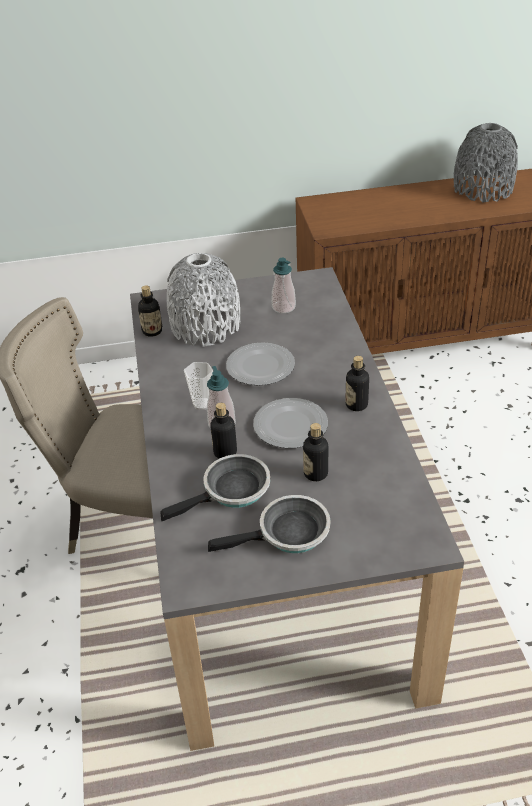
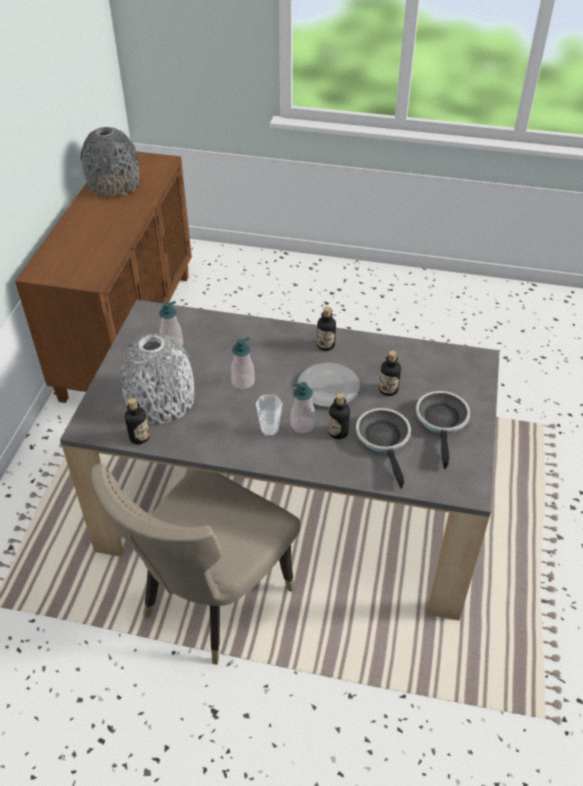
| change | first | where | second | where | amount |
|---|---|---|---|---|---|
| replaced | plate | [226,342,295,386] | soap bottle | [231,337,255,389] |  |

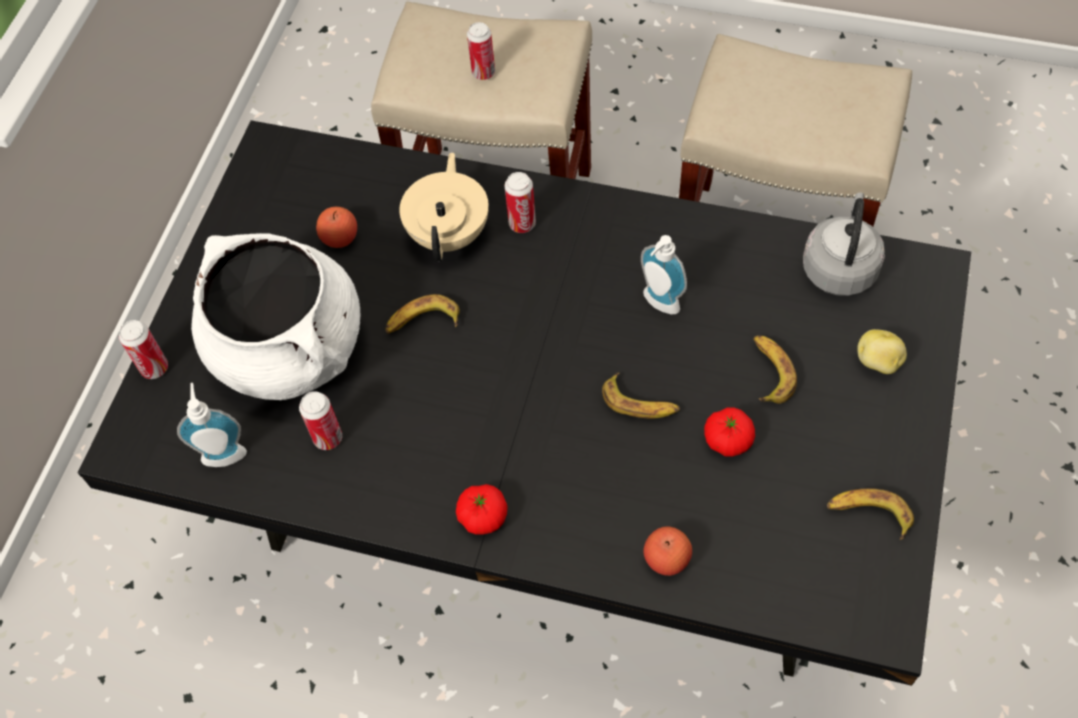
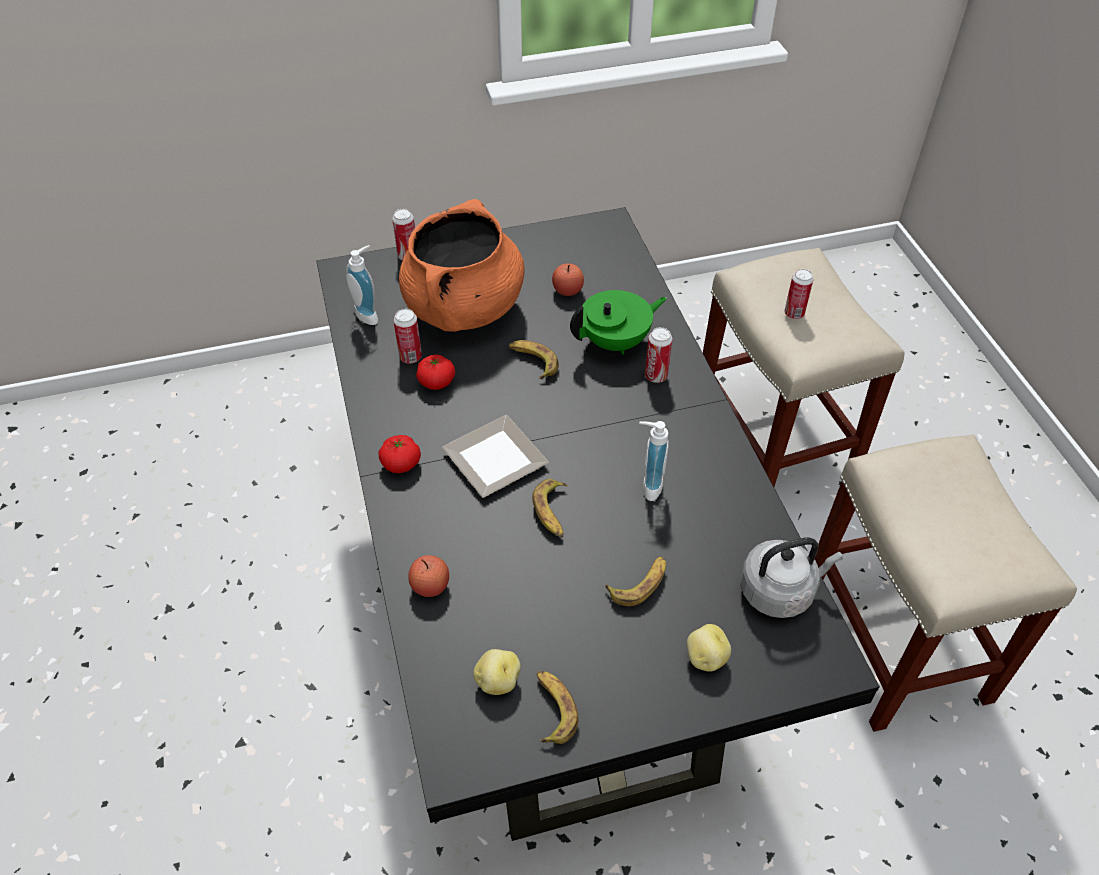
| change | first | where | second | where | amount |
|---|---|---|---|---|---|
| added |  |  | plate | [442,415,549,498] |  |
| added |  |  | potato | [473,649,521,695] |  |
| moved | whole tomato | [704,408,755,457] |  | [416,354,455,390] |  |
| recoloured | saucepot in white | [191,233,360,400] | saucepot in orange-coloured | [399,199,525,332] |  |
| recoloured | pot for tea in sand-coloured | [399,152,489,262] | pot for tea in green-coloured | [570,290,667,355] |  |

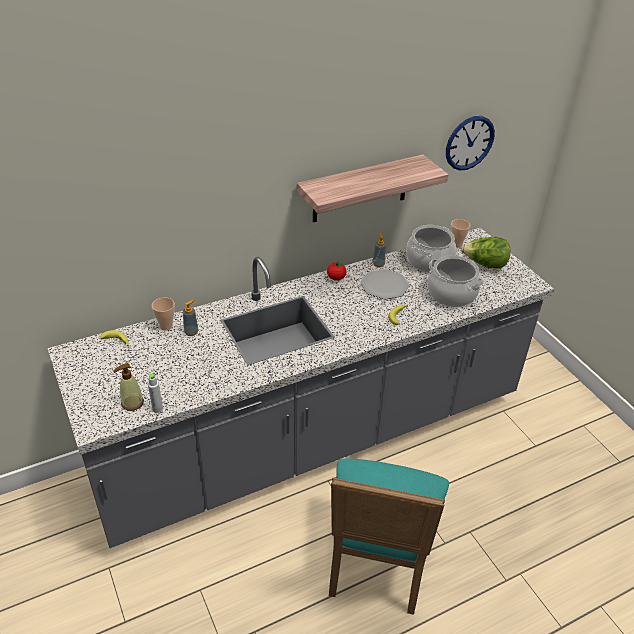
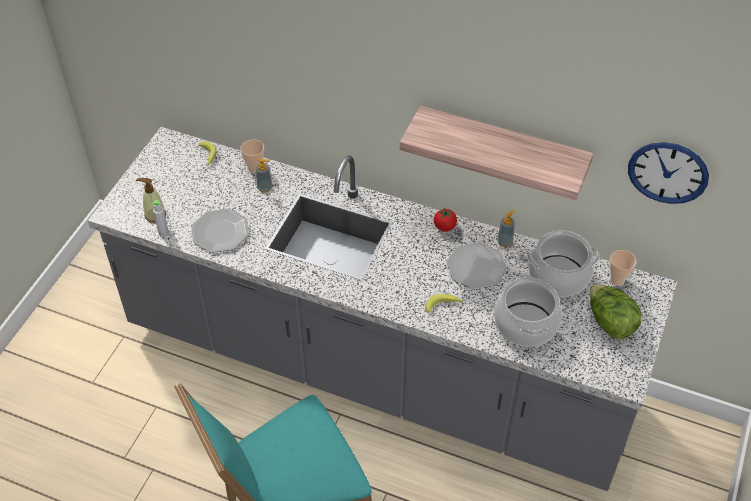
| change | first | where | second | where | amount |
|---|---|---|---|---|---|
| added |  |  | plate | [191,209,249,253] |  |

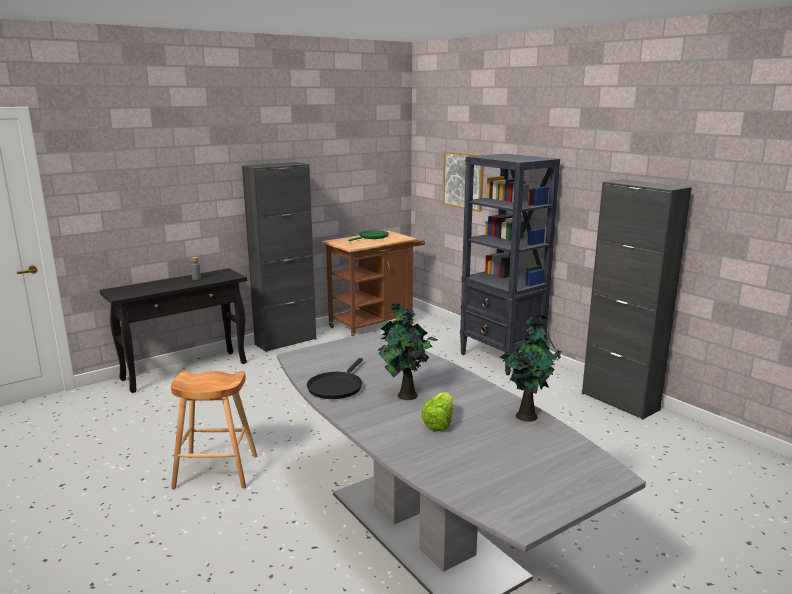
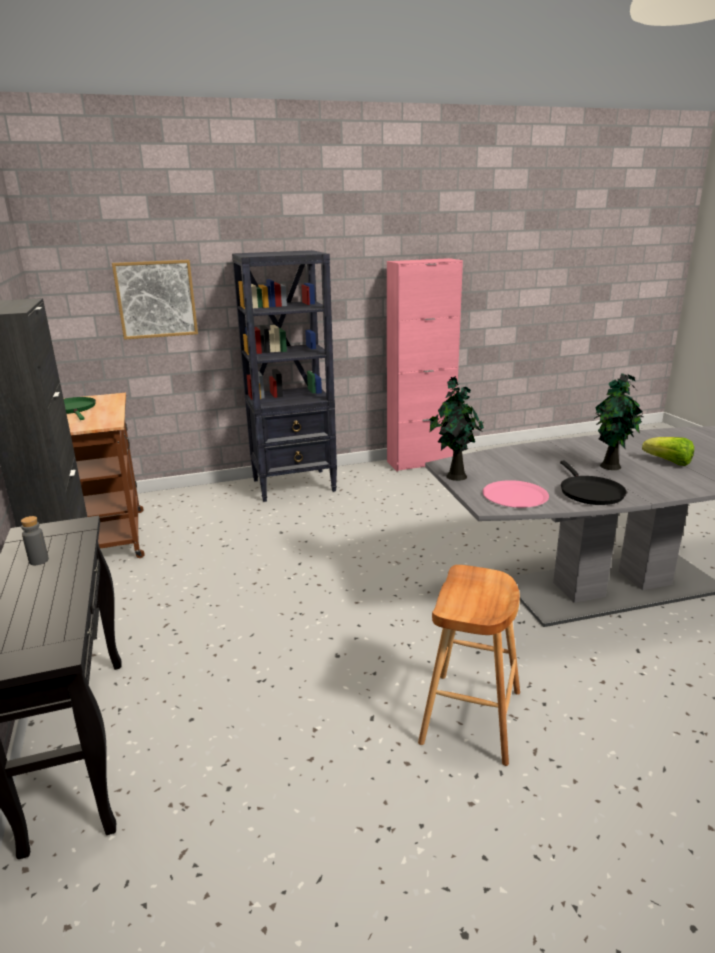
| change | first | where | second | where | amount |
|---|---|---|---|---|---|
| added |  |  | plate in pinkish | [483,480,549,508] |  |
| moved | potted plant | [499,315,562,422] |  | [429,376,484,481] |  |
| recoloured | storage cabinet in black-coloured | [582,179,692,420] | storage cabinet in pinkish | [387,258,463,471] |  |
| turned | pan in black-coloured | [307,358,363,399] |  | [560,461,627,505] | 45 degrees clockwise |

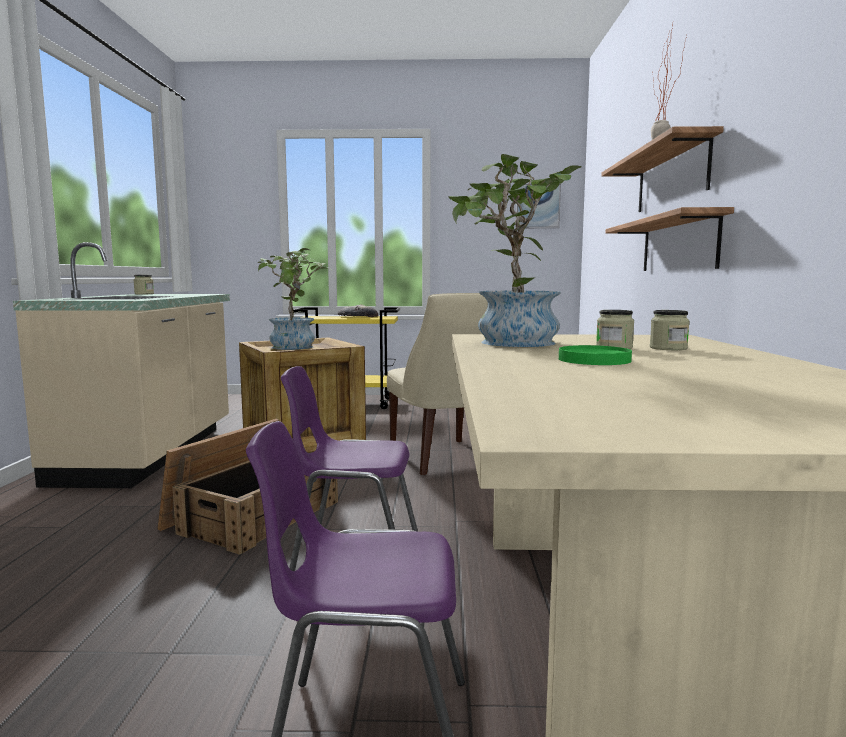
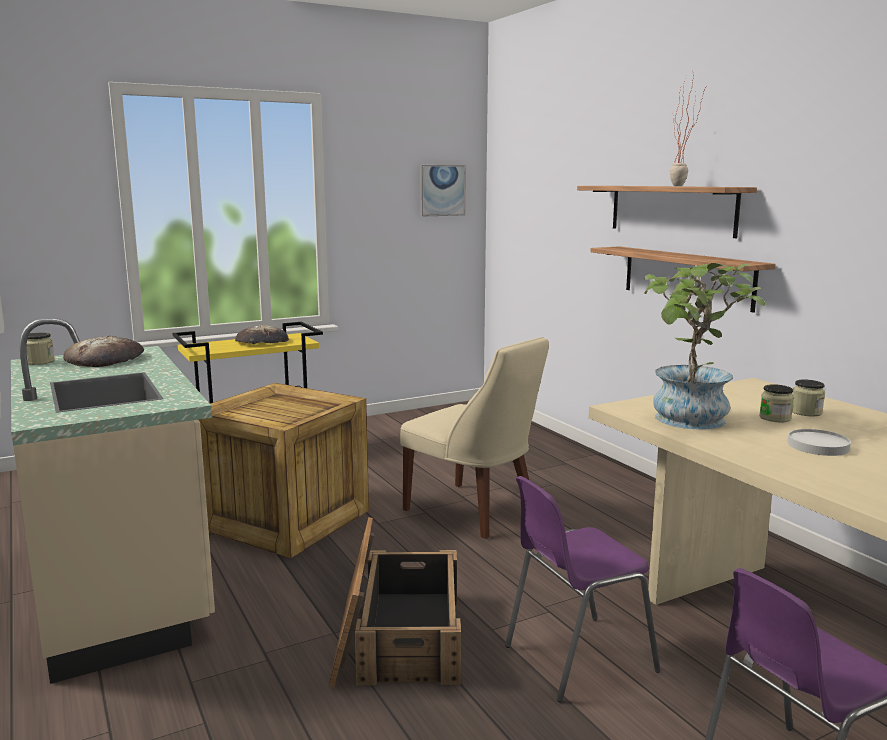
| change | first | where | second | where | amount |
|---|---|---|---|---|---|
| removed | potted plant | [257,248,327,350] |  |  |  |
| added |  |  | baked bread | [63,336,144,367] |  |
| recoloured | plate in green-coloured | [559,345,632,365] | plate in white | [787,429,851,456] |  |

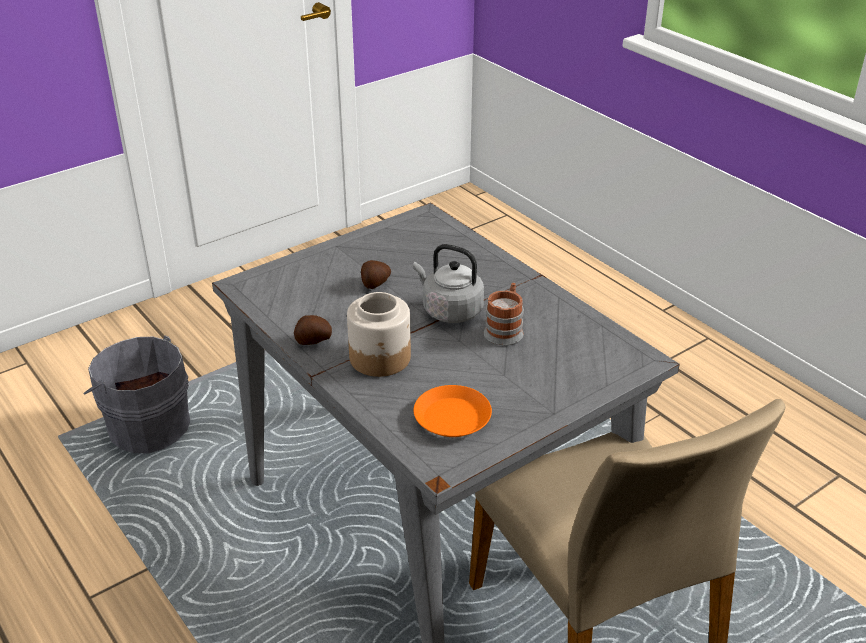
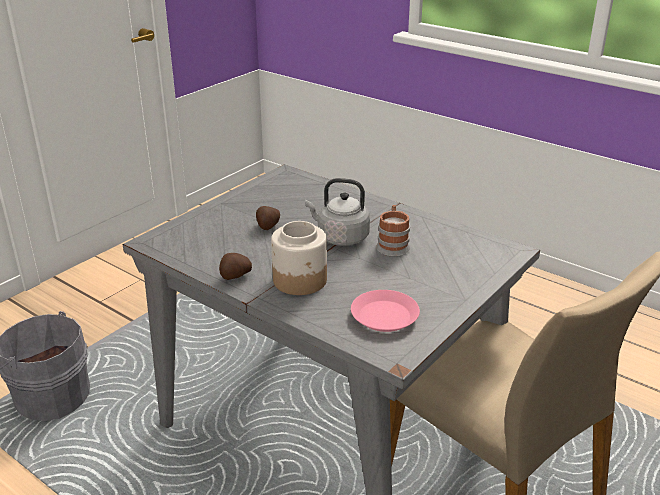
| change | first | where | second | where | amount |
|---|---|---|---|---|---|
| recoloured | plate in orange-coloured | [413,385,492,437] | plate in pinkish | [351,290,420,332] |  |

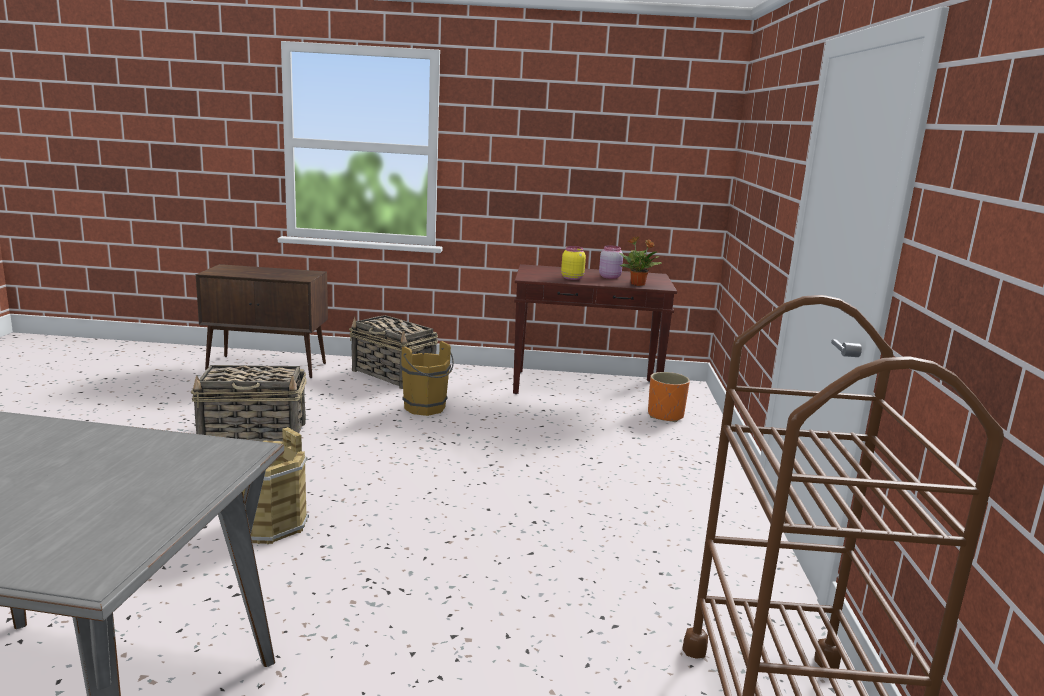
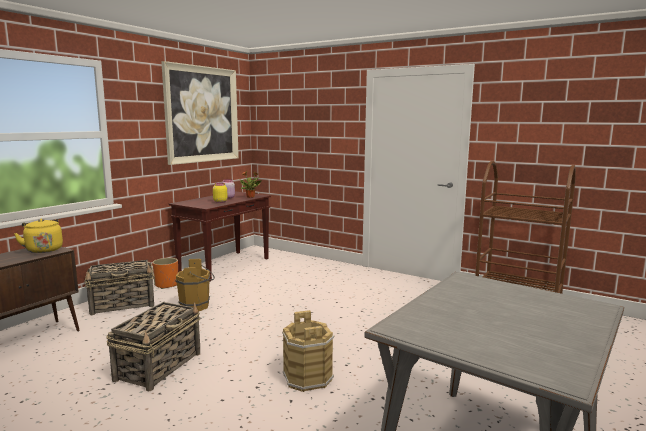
| change | first | where | second | where | amount |
|---|---|---|---|---|---|
| added |  |  | tea kettle in yellow | [14,219,63,253] |  |
| added |  |  | wall picture | [161,61,239,165] |  |
| moved | flower pot in orange-coloured | [648,372,690,422] |  | [152,258,178,289] |  |

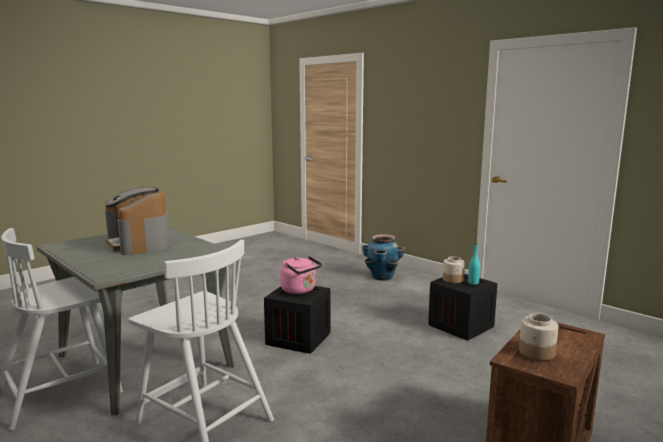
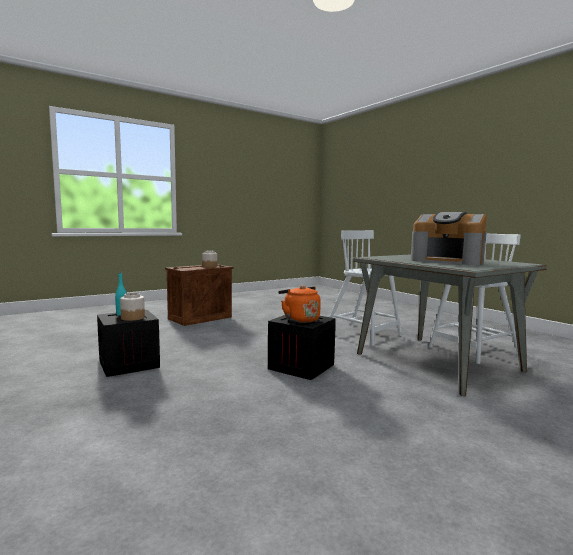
| change | first | where | second | where | amount |
|---|---|---|---|---|---|
| removed | flower pot | [362,234,405,281] |  |  |  |
| recoloured | tea kettle in pinkish | [280,256,322,294] | tea kettle in orange-coloured | [278,286,321,323] |  |
| turned | coffee brewer | [105,187,170,255] |  | [411,212,487,265] | 150 degrees clockwise |

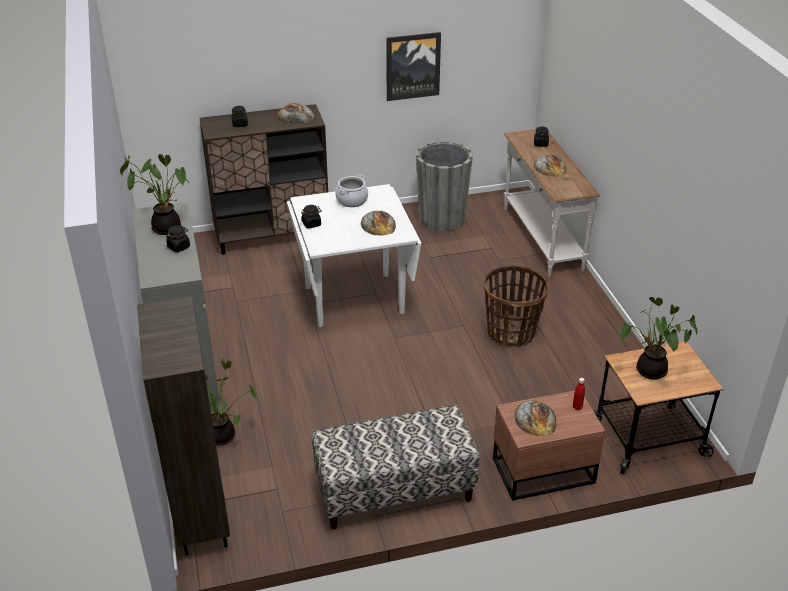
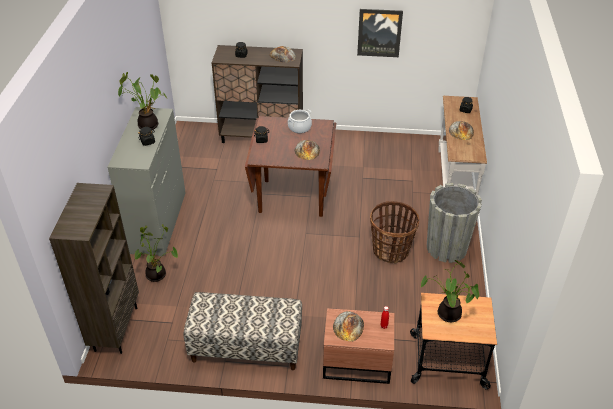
| change | first | where | second | where | amount |
|---|---|---|---|---|---|
| moved | flower pot in grey | [416,140,473,232] |  | [427,183,482,263] |  |
| recoloured | kitchen table in white | [287,184,421,327] | kitchen table in brownish | [245,116,336,217] |  |

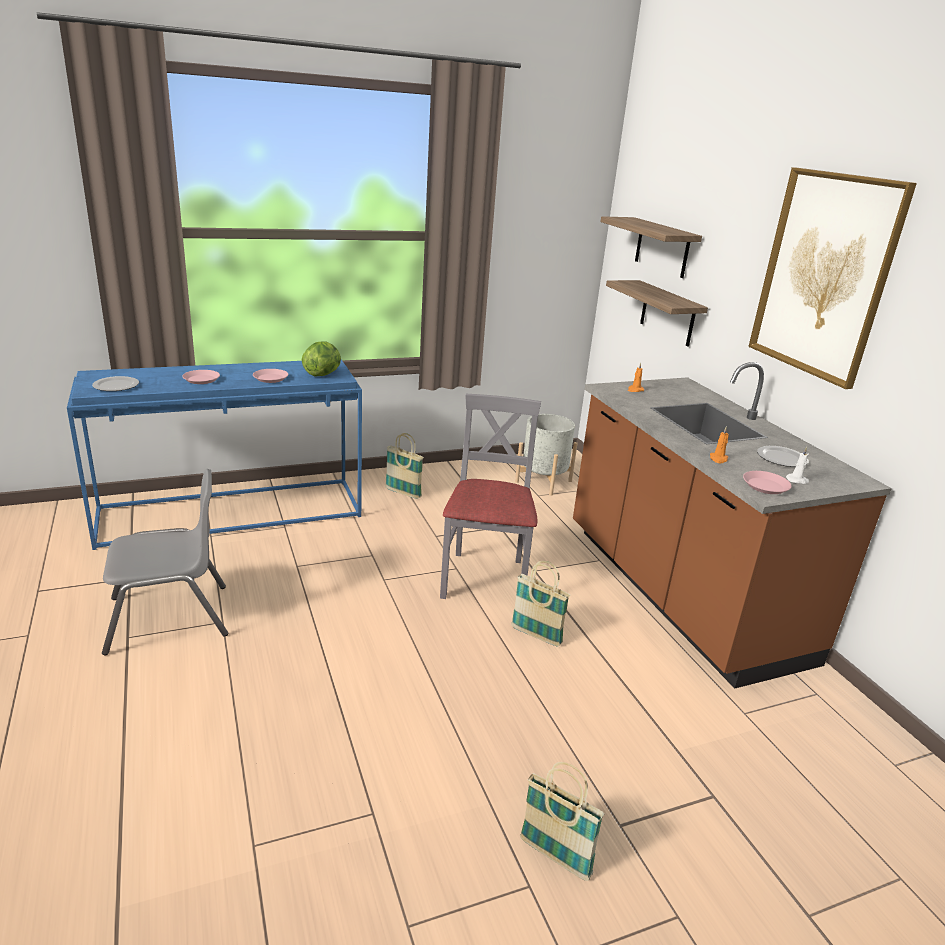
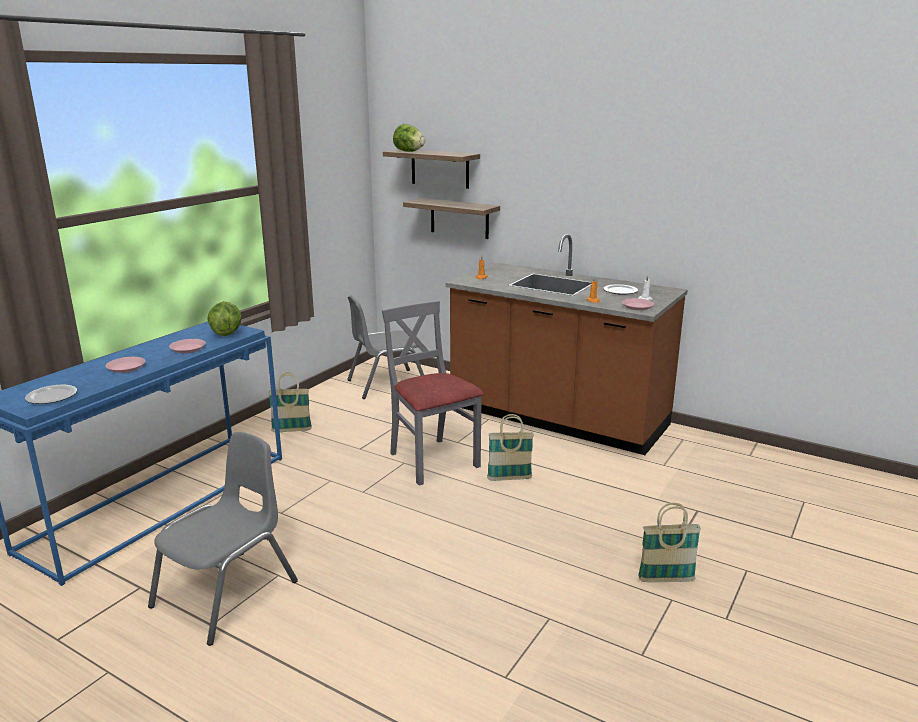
| change | first | where | second | where | amount |
|---|---|---|---|---|---|
| removed | wall picture | [748,167,917,389] |  |  |  |
| added |  |  | lettuce | [393,124,425,152] |  |
| replaced | flower pot in grey | [515,414,578,496] | upright chair in grey | [347,296,424,399] |  |

